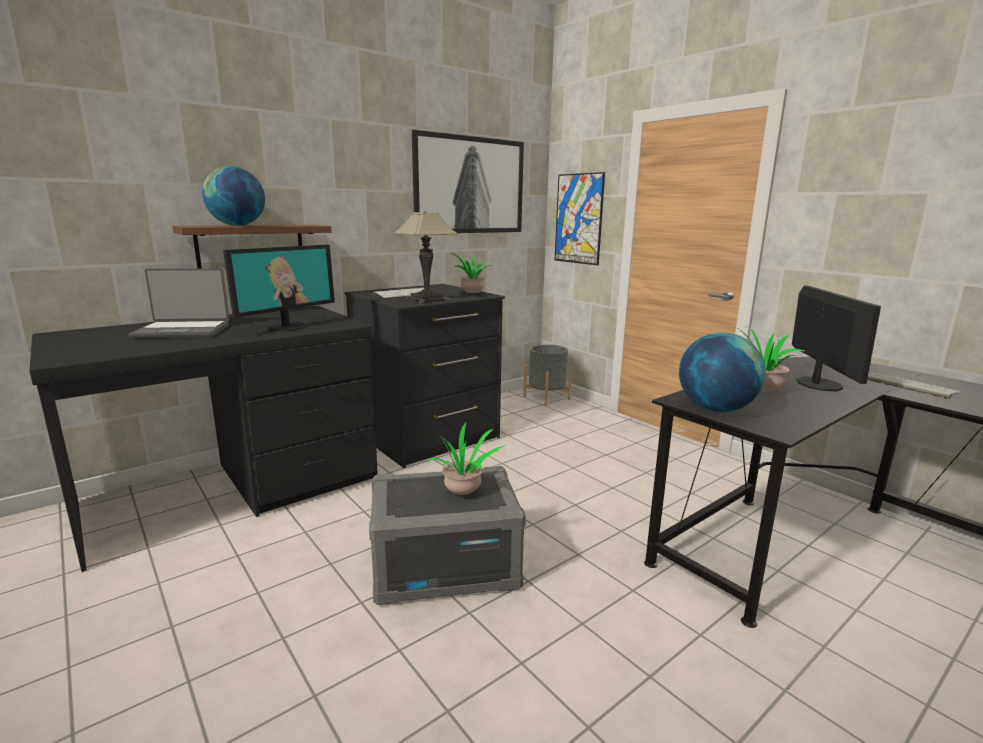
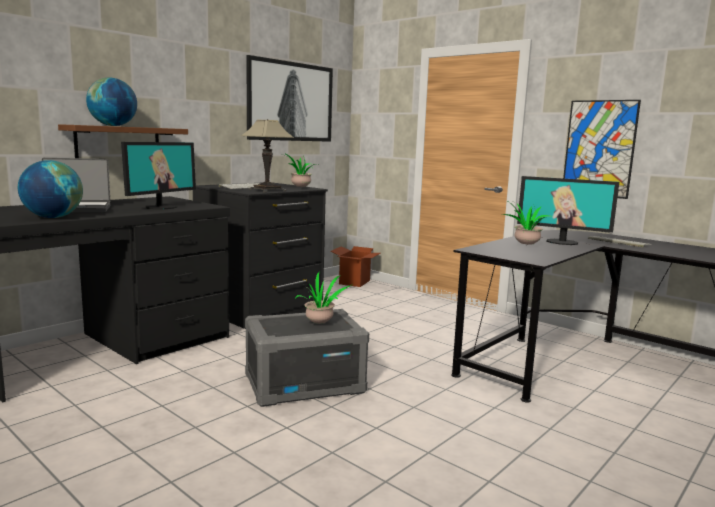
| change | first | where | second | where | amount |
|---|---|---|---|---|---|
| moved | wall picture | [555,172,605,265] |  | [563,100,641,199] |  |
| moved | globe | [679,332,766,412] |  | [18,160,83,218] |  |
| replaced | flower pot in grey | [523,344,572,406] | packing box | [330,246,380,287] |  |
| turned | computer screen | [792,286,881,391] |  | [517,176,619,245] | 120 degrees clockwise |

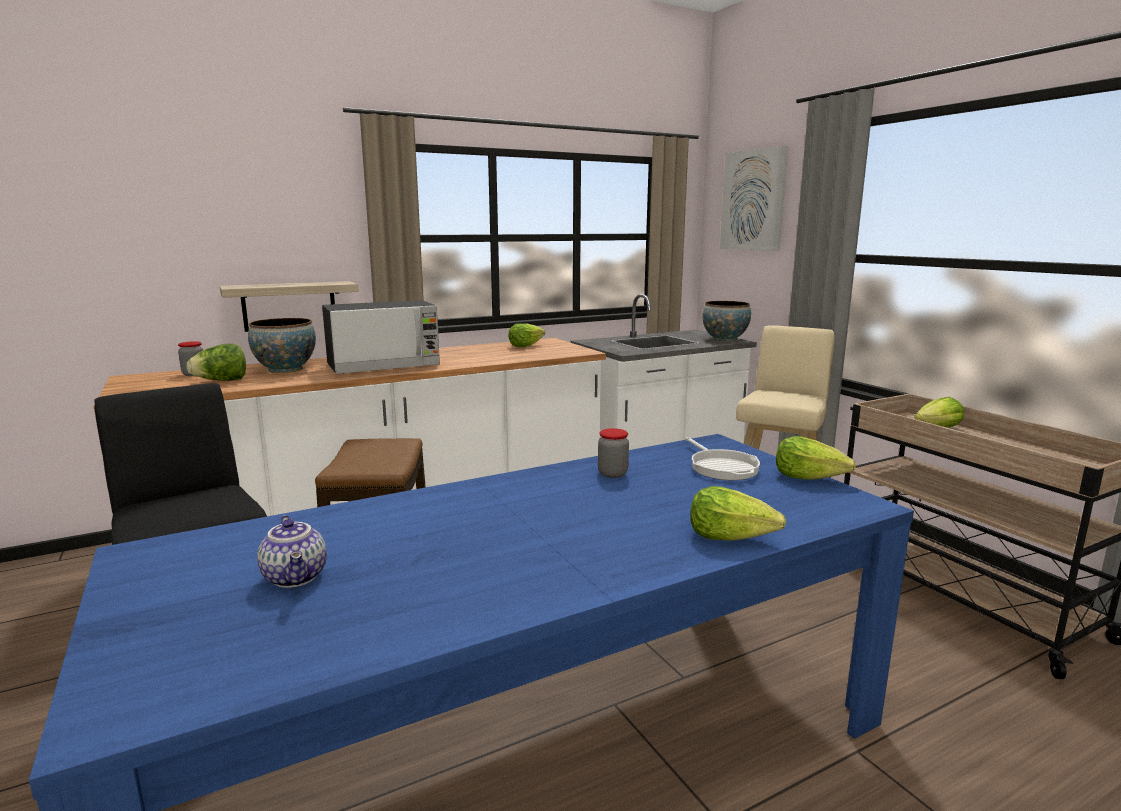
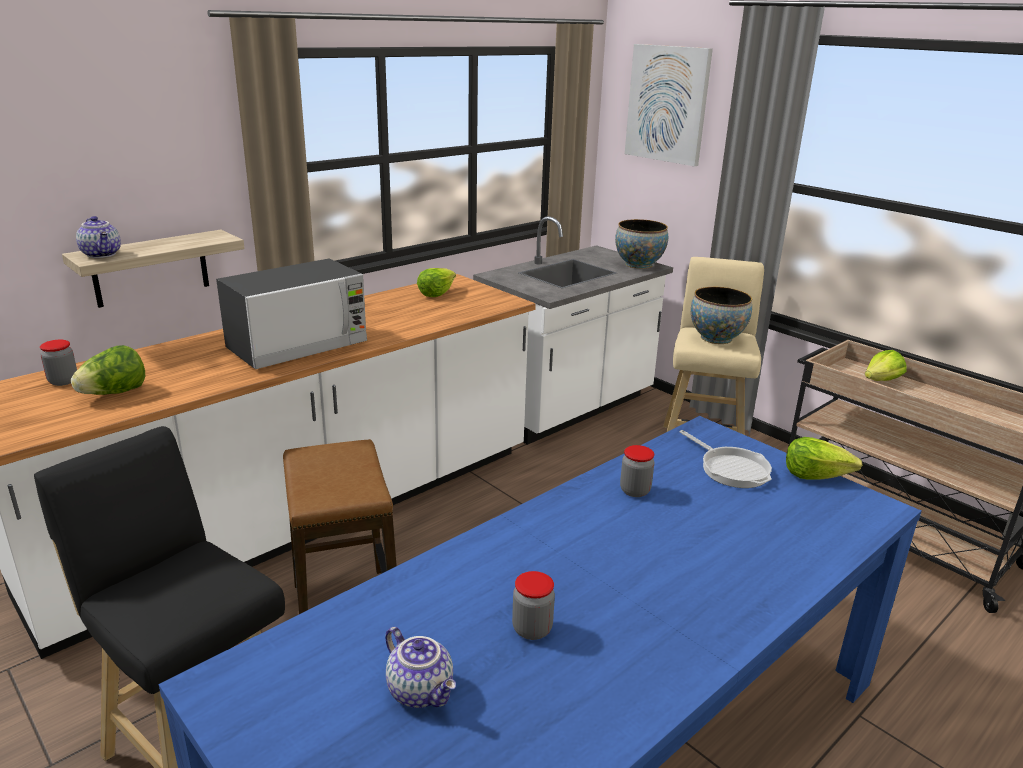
| change | first | where | second | where | amount |
|---|---|---|---|---|---|
| removed | lettuce | [690,486,786,541] |  |  |  |
| added |  |  | pot for tea | [76,216,121,258] |  |
| added |  |  | preserve jar | [512,571,555,640] |  |
| moved | serving bowl | [248,318,316,373] |  | [691,287,752,344] |  |

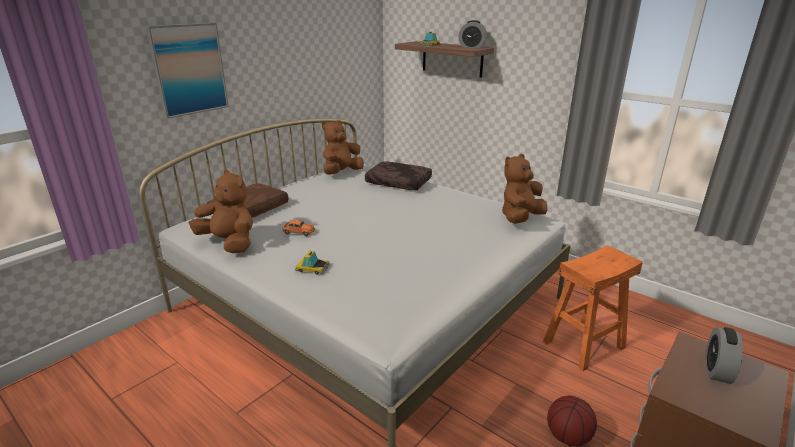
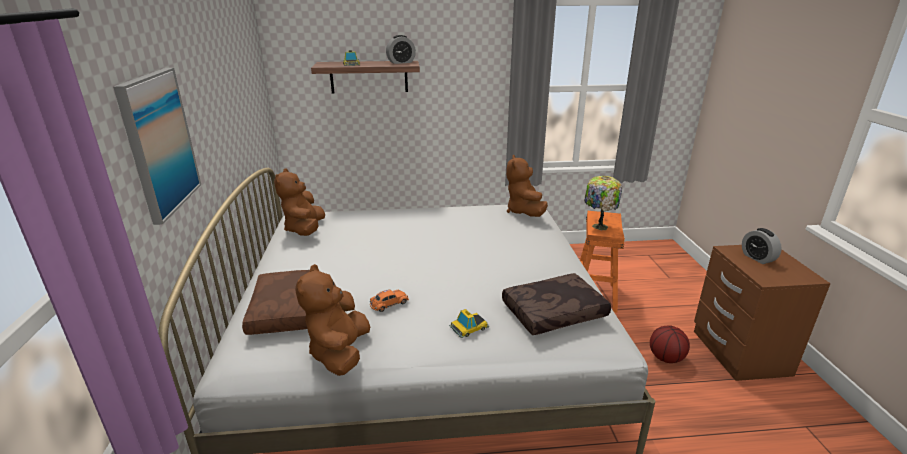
| change | first | where | second | where | amount |
|---|---|---|---|---|---|
| added |  |  | table lamp | [584,176,622,230] |  |
| moved | throw pillow in brownish | [365,161,432,190] |  | [502,273,611,335] |  |
| turned | cuddly toy in brownish | [189,169,253,253] |  | [295,264,370,376] | 75 degrees counterclockwise |

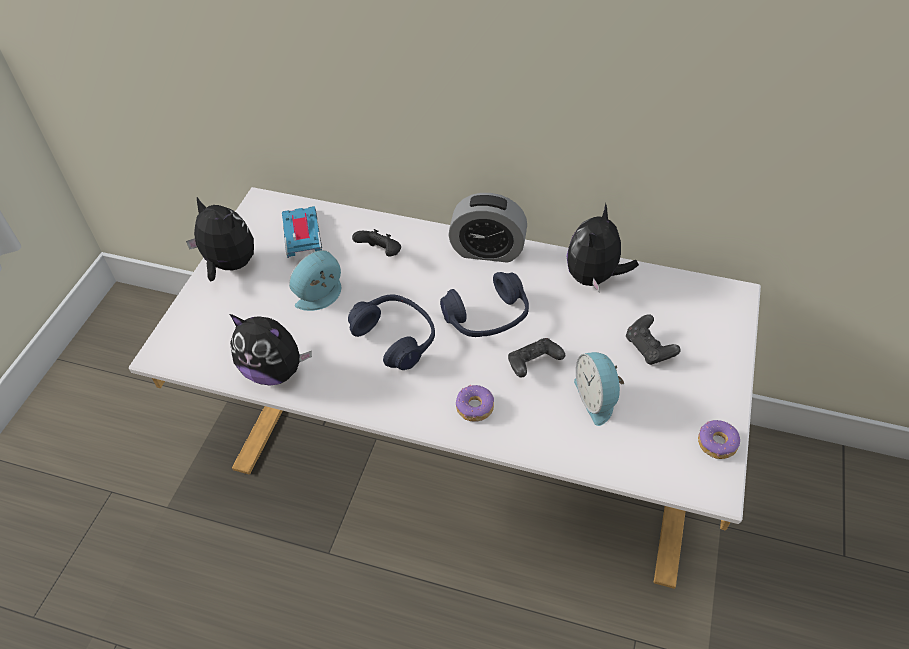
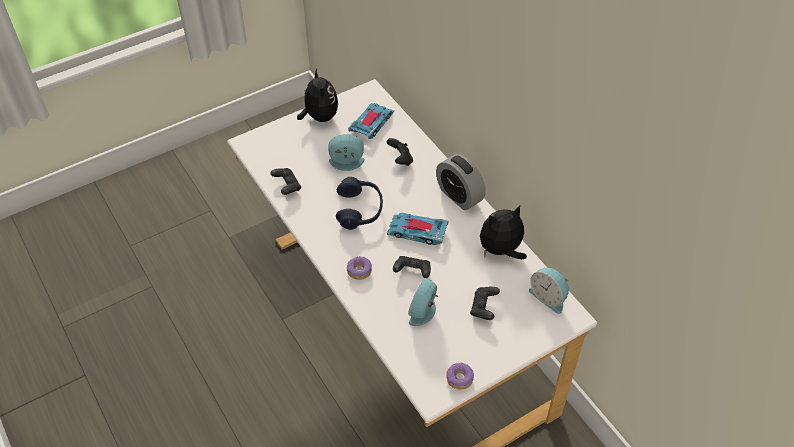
| change | first | where | second | where | amount |
|---|---|---|---|---|---|
| added |  |  | table clock | [529,268,569,314] |  |
| replaced | cuddly toy | [230,314,312,386] | joypad in black-coloured | [270,168,301,195] |  |
| replaced | pair of headphones in bluish | [440,272,529,337] | miniature car | [387,213,449,245] |  |

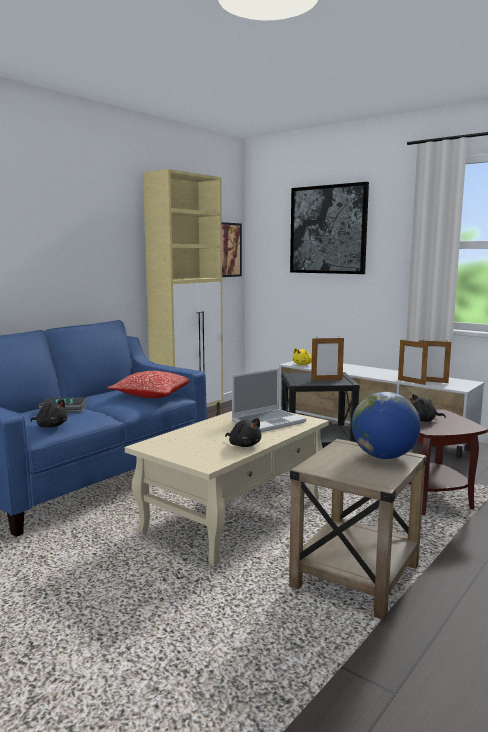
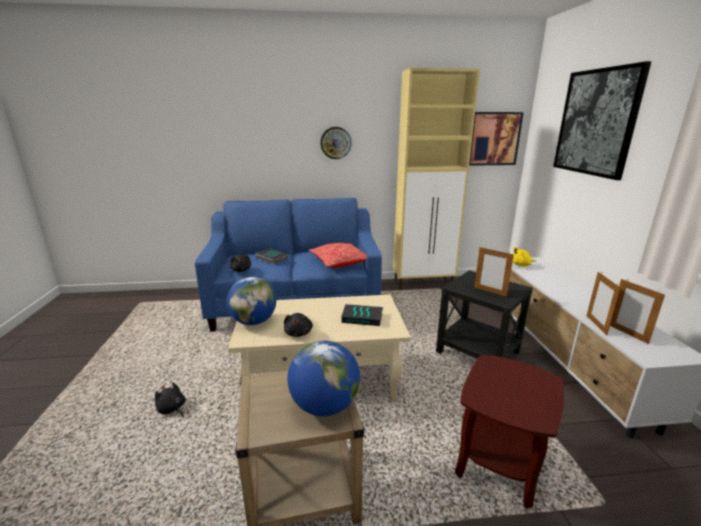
| change | first | where | second | where | amount |
|---|---|---|---|---|---|
| added |  |  | globe | [227,277,276,325] |  |
| added |  |  | wall clock | [320,127,352,159] |  |
| moved | cuddly toy in black-coloured | [410,394,446,422] |  | [155,382,186,418] |  |
| replaced | notebook computer | [232,368,306,432] | book | [341,304,383,326] |  |

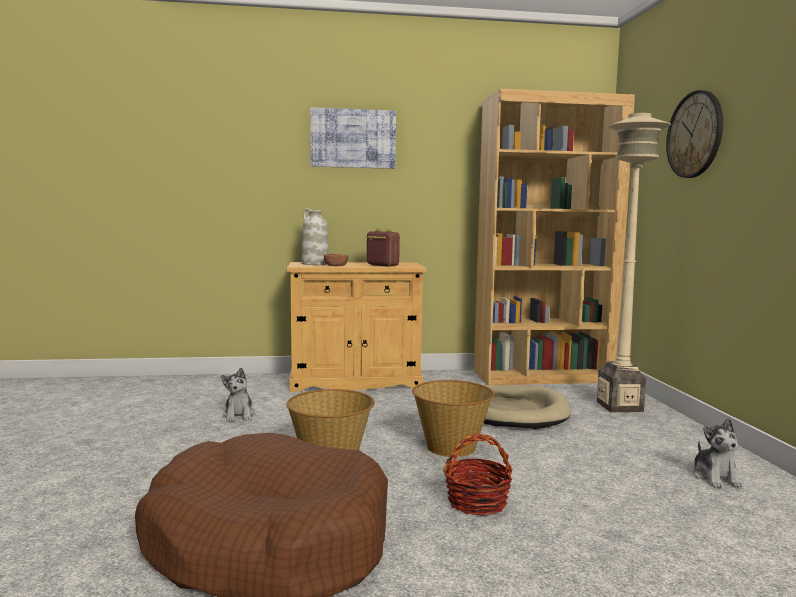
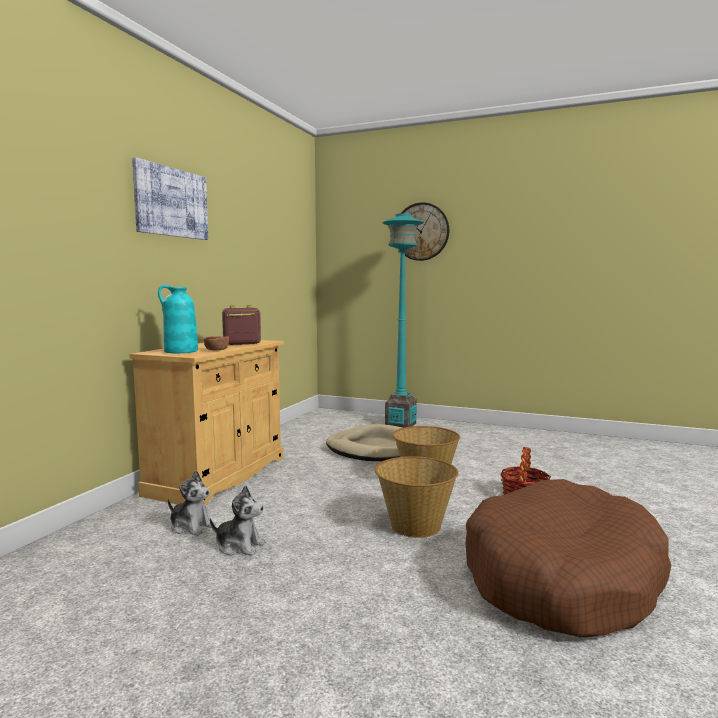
| change | first | where | second | where | amount |
|---|---|---|---|---|---|
| removed | bookcase in brownish | [474,89,635,385] |  |  |  |
| moved | cuddly toy | [692,418,743,488] |  | [168,471,216,536] |  |
| recoloured | decorative vase in white | [302,208,329,265] | decorative vase in turquoise-coloured | [158,285,198,353] |  |
| recoloured | standard lamp in sand-coloured | [597,113,671,412] | standard lamp in turquoise-coloured | [382,213,424,428] |  |

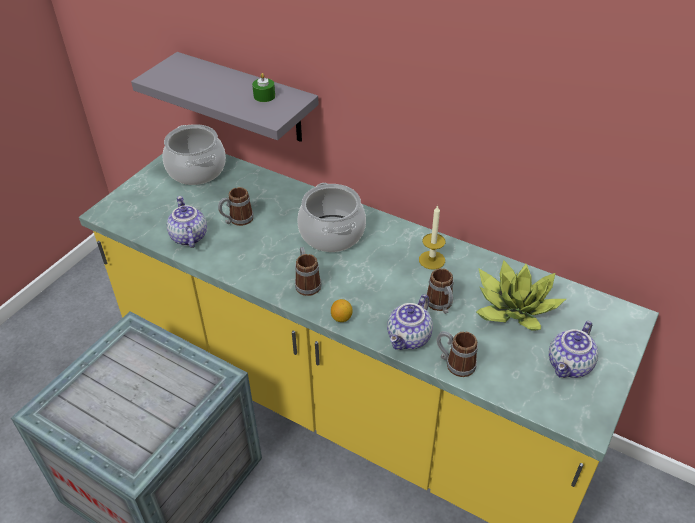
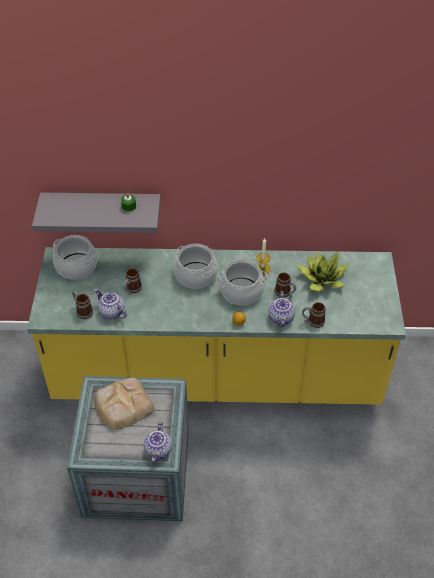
| change | first | where | second | where | amount |
|---|---|---|---|---|---|
| added |  |  | baked bread | [94,377,154,430] |  |
| added |  |  | saucepot | [217,259,268,306] |  |
| moved | tea mug | [295,247,322,296] |  | [72,291,93,319] |  |
| moved | pot for tea | [549,321,598,378] |  | [144,422,172,462] |  |

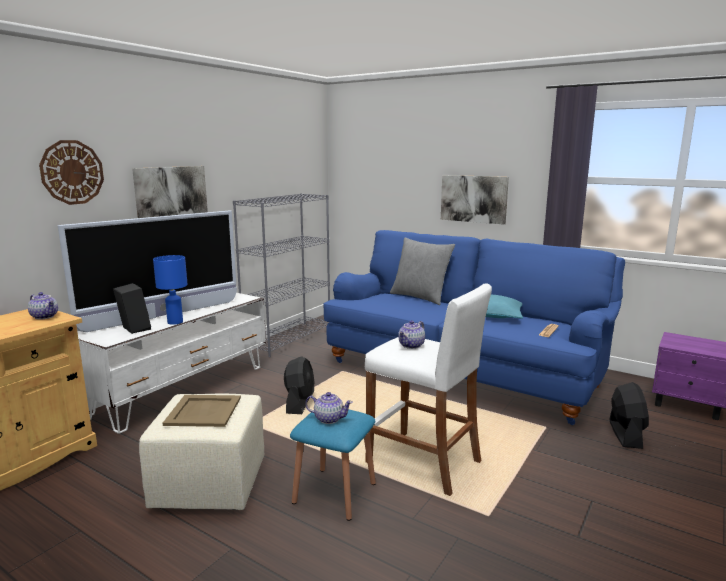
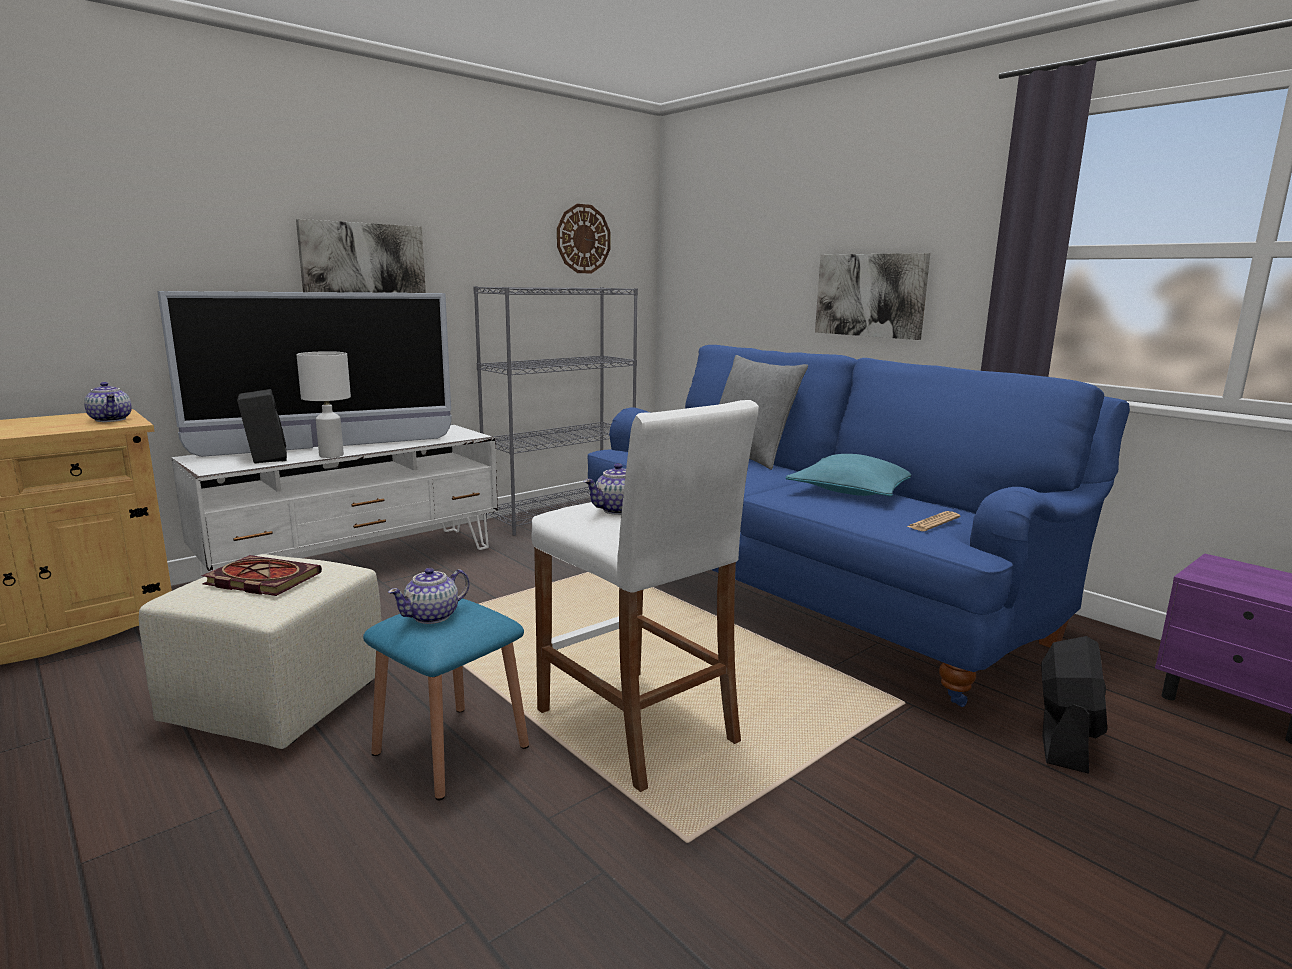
| change | first | where | second | where | amount |
|---|---|---|---|---|---|
| removed | electric fan in black-coloured | [284,356,314,414] |  |  |  |
| moved | wall clock | [39,140,104,205] |  | [557,204,610,273] |  |
| replaced | carrying tray in sand-coloured | [163,395,241,427] | book | [202,555,322,596] |  |
| recoloured | table lamp in bluish | [153,255,188,325] | table lamp in white | [296,351,351,458] |  |
| turned | pot for tea | [305,392,353,424] |  | [388,568,470,624] | 105 degrees clockwise |

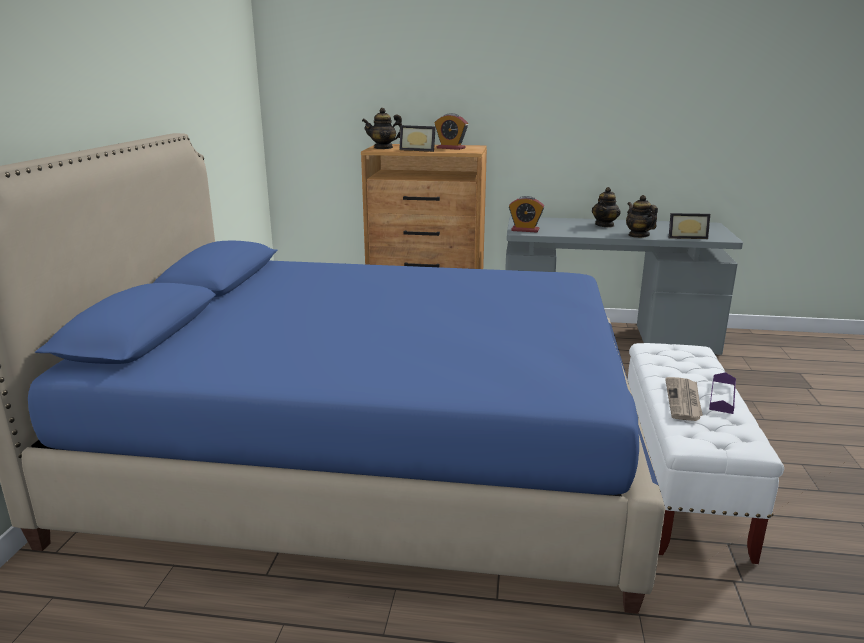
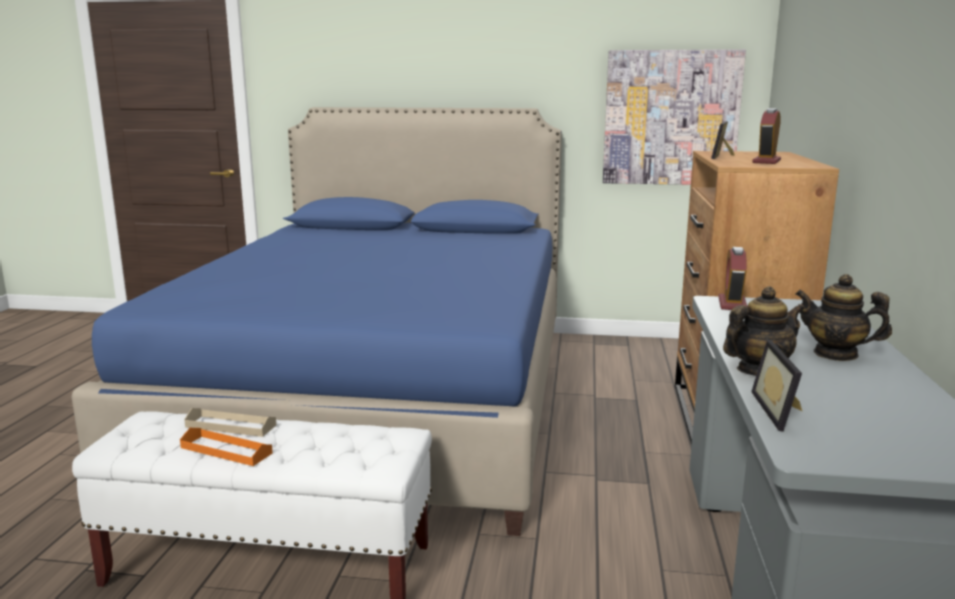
| change | first | where | second | where | amount |
|---|---|---|---|---|---|
| removed | pot for tea | [362,108,402,149] |  |  |  |
| added |  |  | wall picture | [603,49,746,185] |  |
| replaced | printed paper | [665,377,703,421] | carrying tray in sand-coloured | [184,408,276,437] |  |
| recoloured | carrying tray in purple | [709,372,736,414] | carrying tray in orange-coloured | [180,428,273,466] |  |

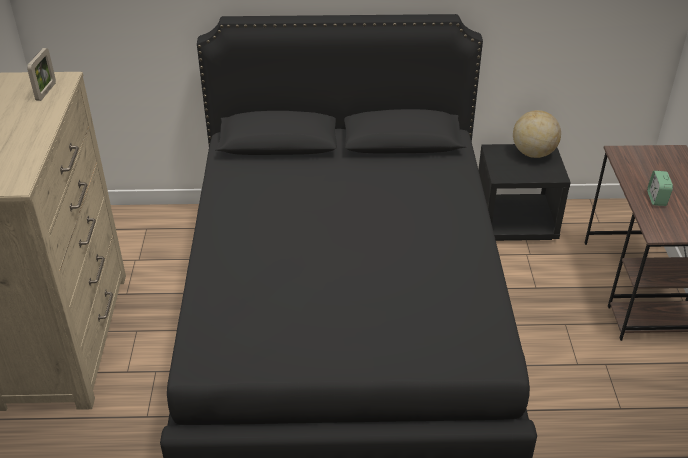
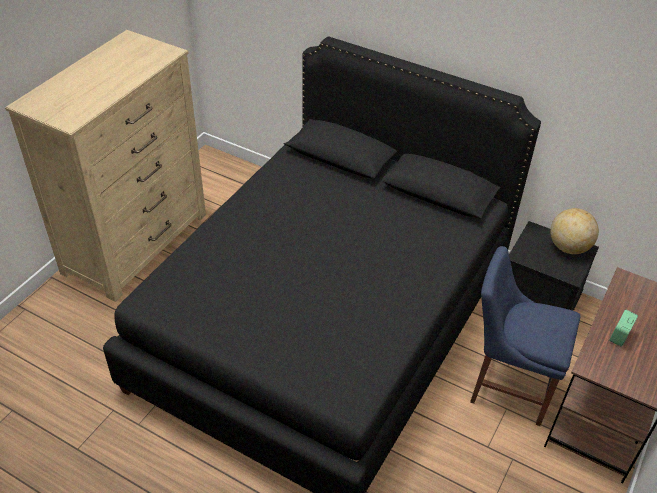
| change | first | where | second | where | amount |
|---|---|---|---|---|---|
| removed | photo frame | [27,48,56,101] |  |  |  |
| added |  |  | upright chair in bluish | [470,246,580,426] |  |

